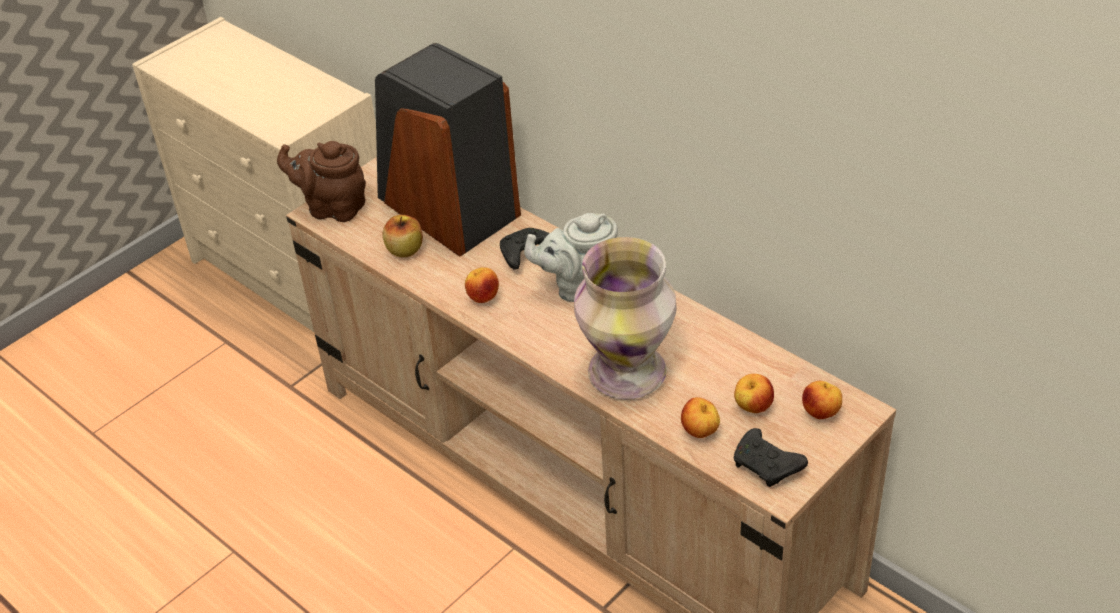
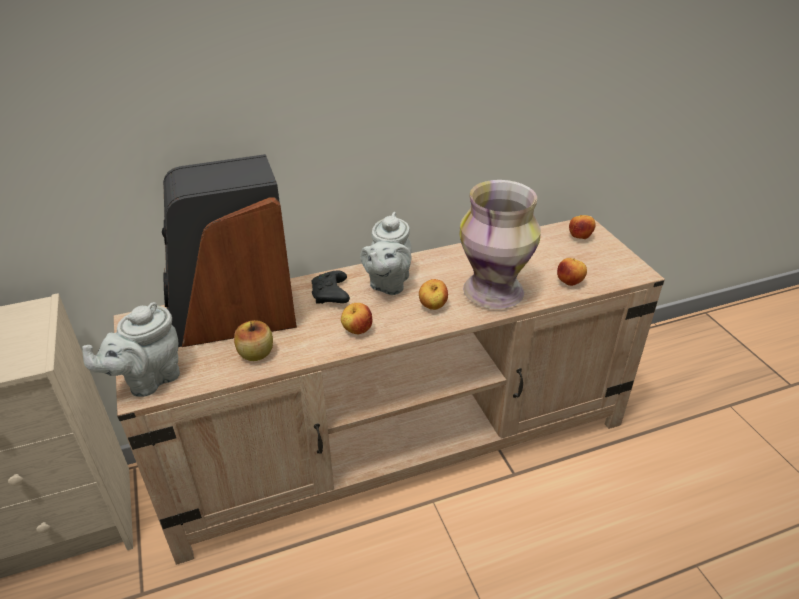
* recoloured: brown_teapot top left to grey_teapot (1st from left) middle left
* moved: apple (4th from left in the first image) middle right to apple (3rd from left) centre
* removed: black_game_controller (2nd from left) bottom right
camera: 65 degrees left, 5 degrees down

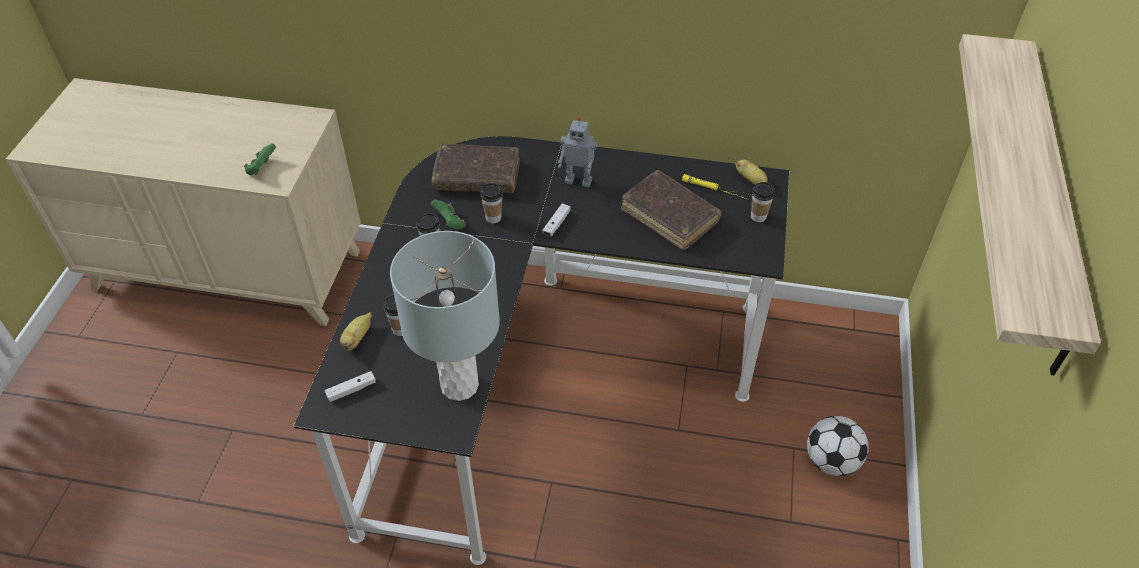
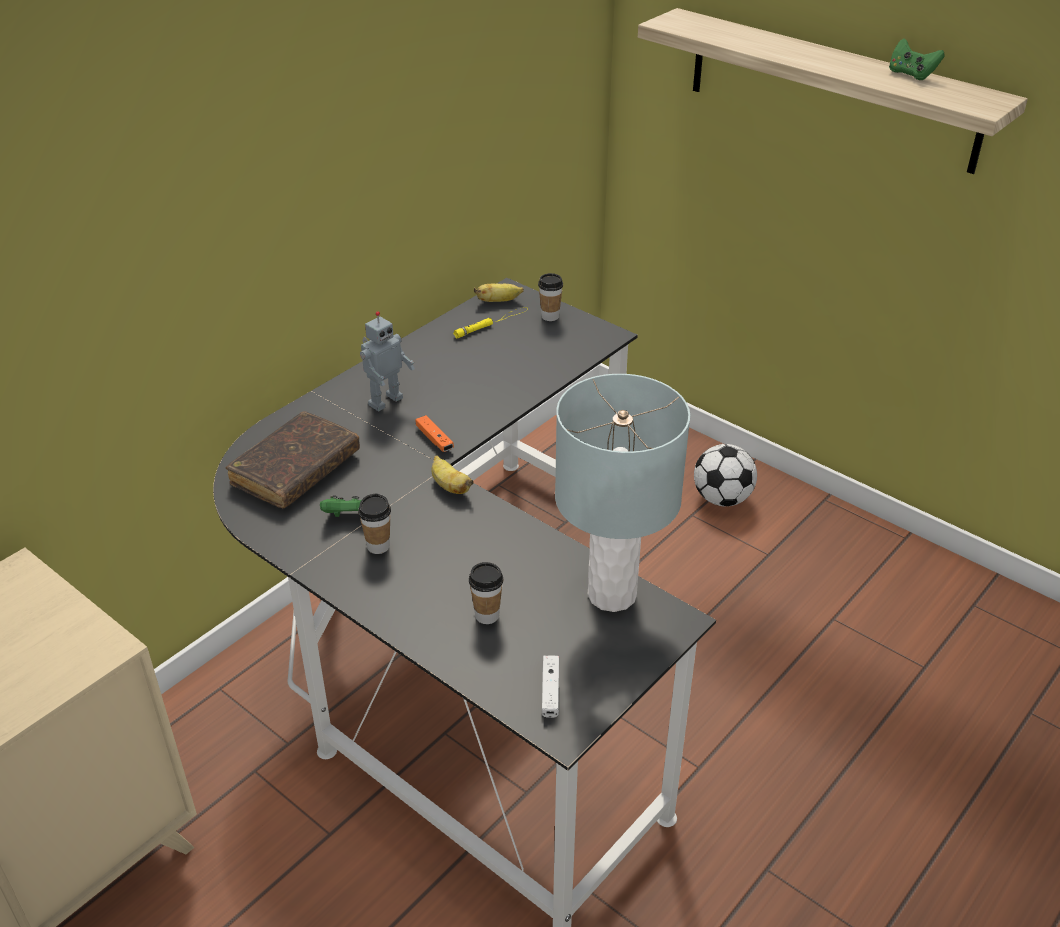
* recoloured: white_game_controller (2nd from left) centre to orange_game_controller centre
* moved: banana (1st from left) middle left to centre
* moved: green_game_controller (1st from left in the first image) top left to green_game_controller (2nd from left) top right
* removed: cup (3rd from left) centre
* removed: brown_book (2nd from left) centre
camera: 60 degrees left, 10 degrees down

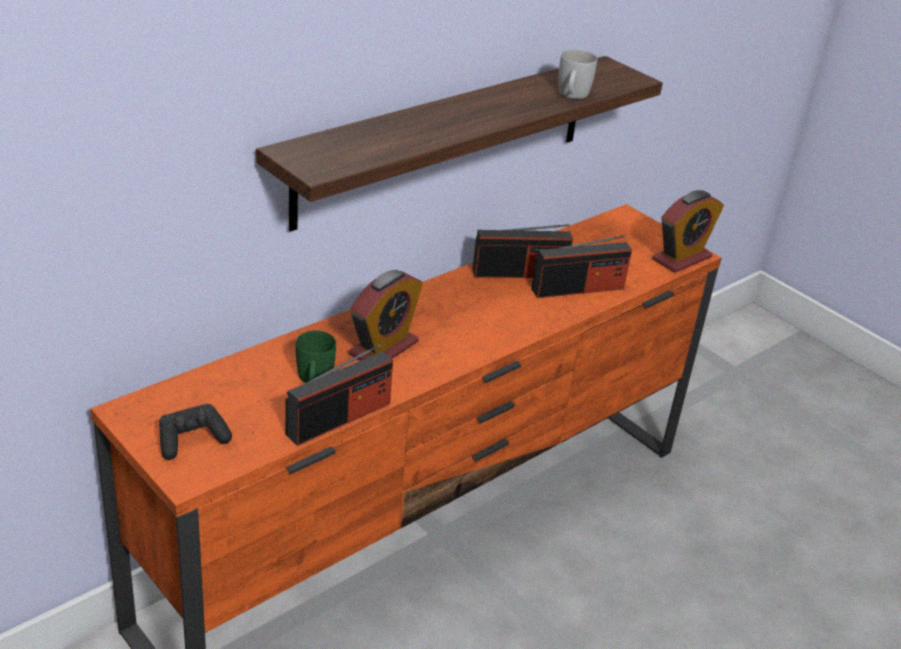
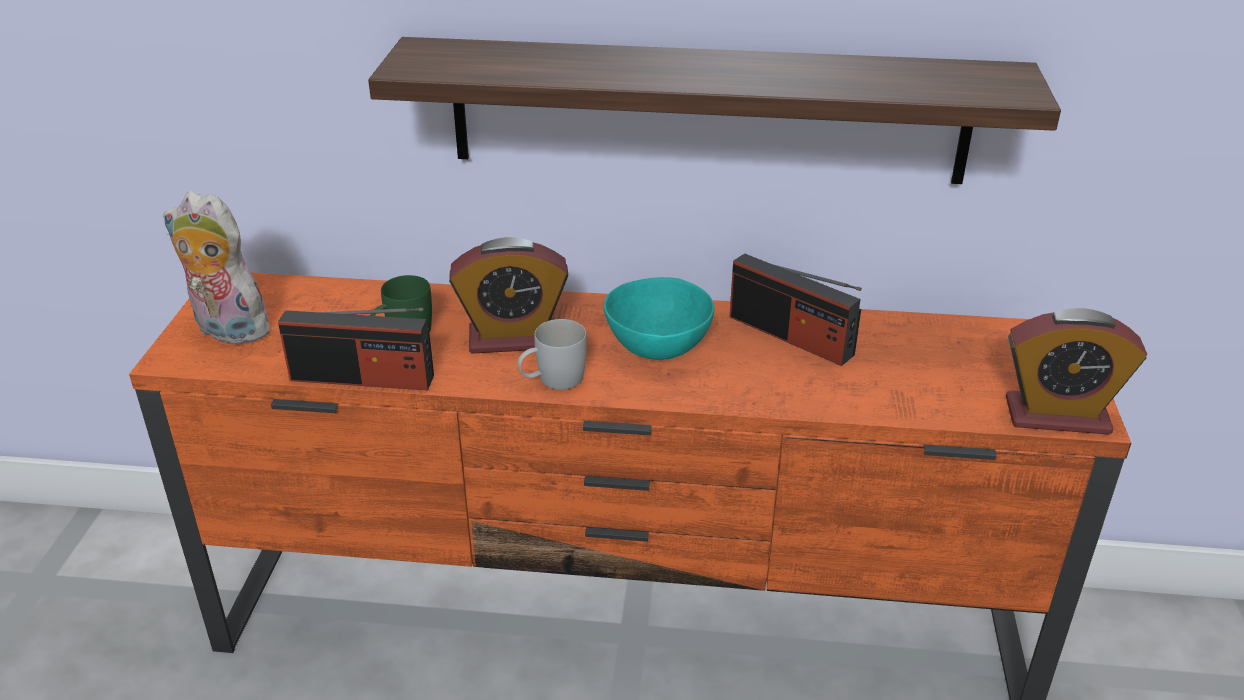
* replaced: black_game_controller middle left to plush_toy middle left
* moved: white_mug top centre to centre
* added: turquoise_bowl centre
* removed: radio (3rd from left) centre
camera: 50 degrees right, 0 degrees up

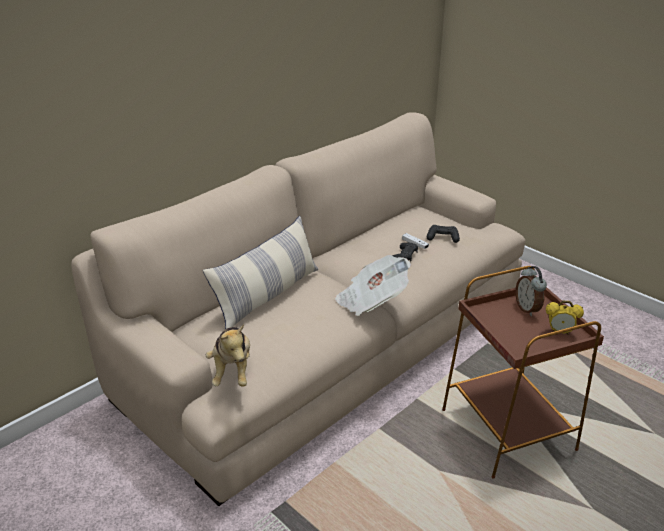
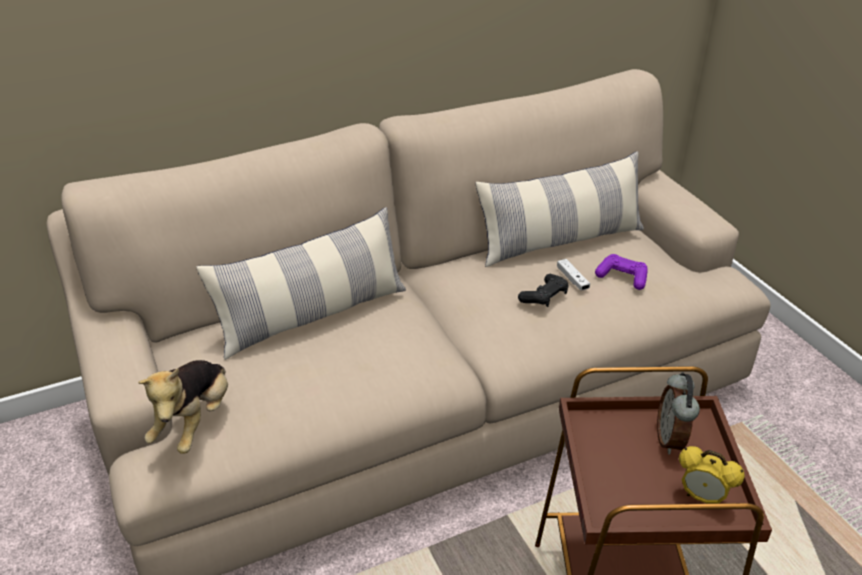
* added: pillow (2nd from left) centre
* recoloured: black_game_controller (2nd from left) middle right to purple_game_controller middle right
* removed: newspaper centre
camera: 20 degrees right, 5 degrees up

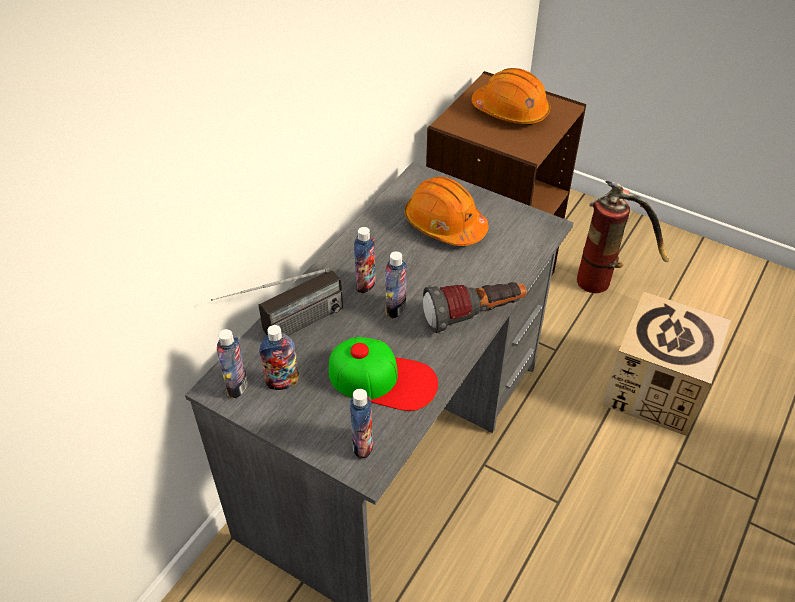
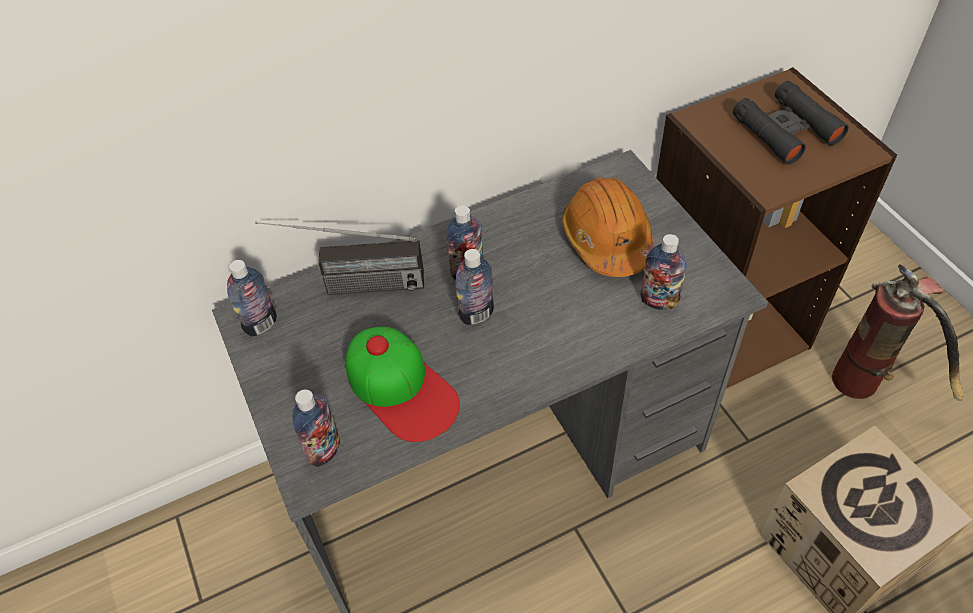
* moved: bottle (2nd from left in the first image) centre to bottle (5th from left) middle right
* replaced: orange_hard_hat (2nd from left) top centre to black_binoculars top right
* removed: flashlight centre
camera: 35 degrees right, 5 degrees up

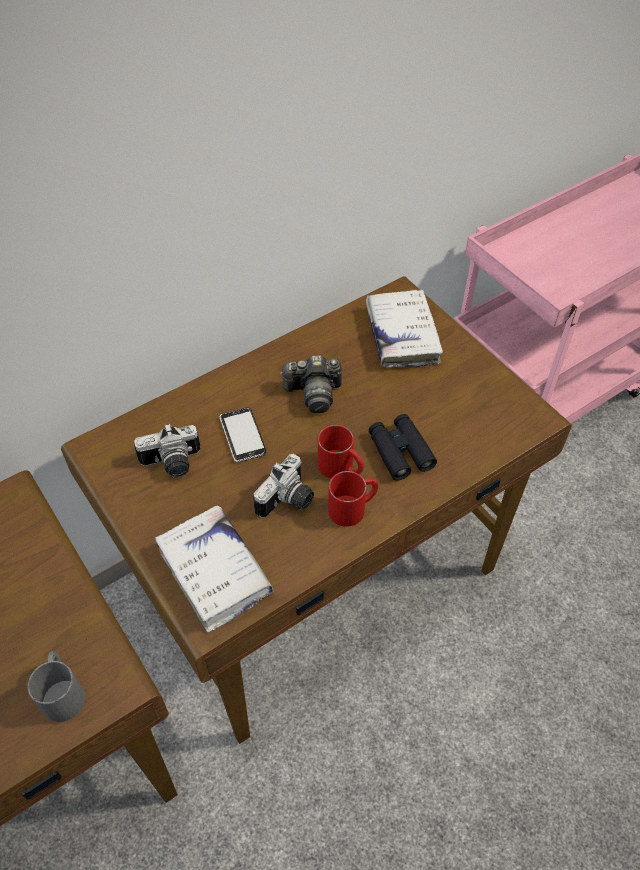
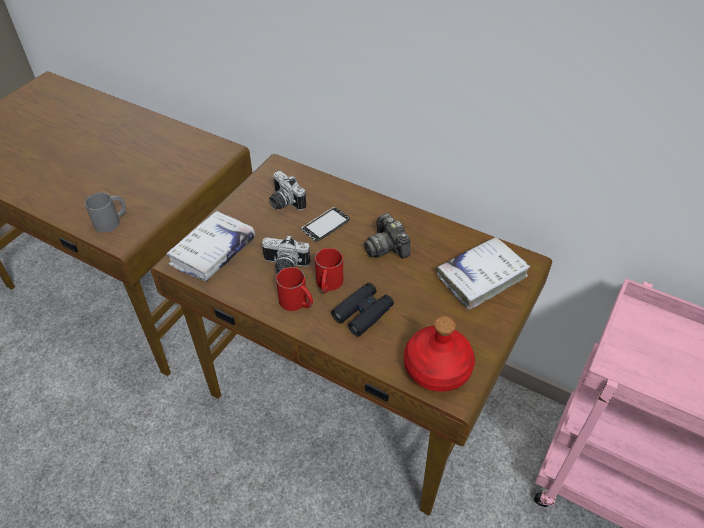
* added: red_bottle bottom centre
camera: 65 degrees right, 5 degrees down

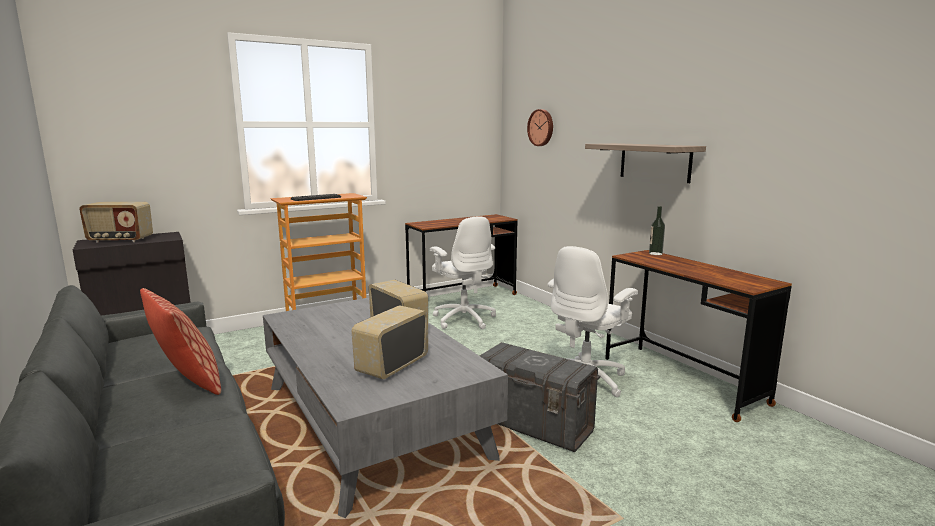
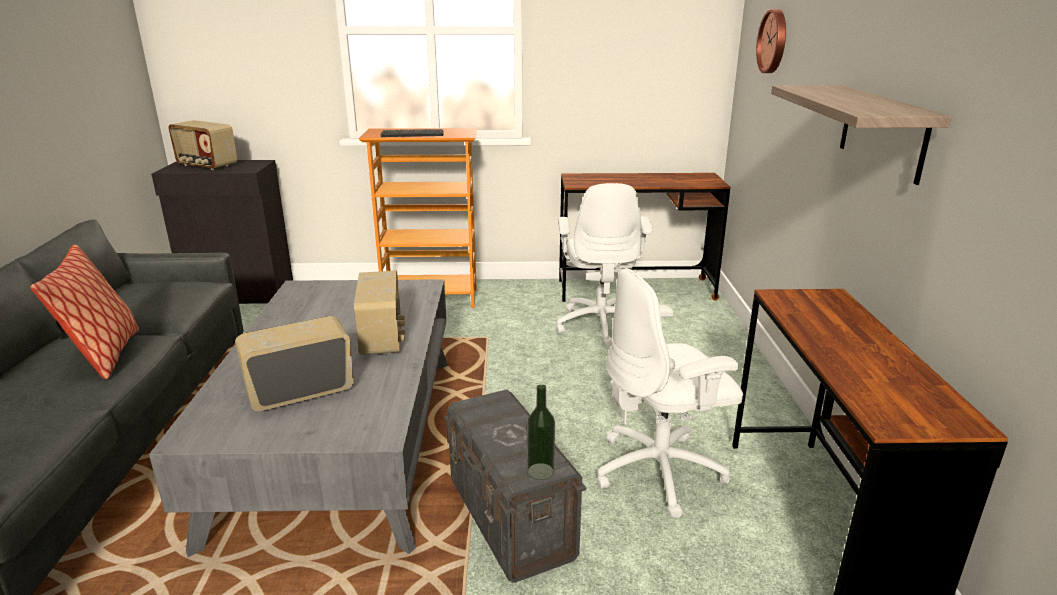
* moved: bottle middle right to bottom centre
camera: 30 degrees right, 10 degrees up

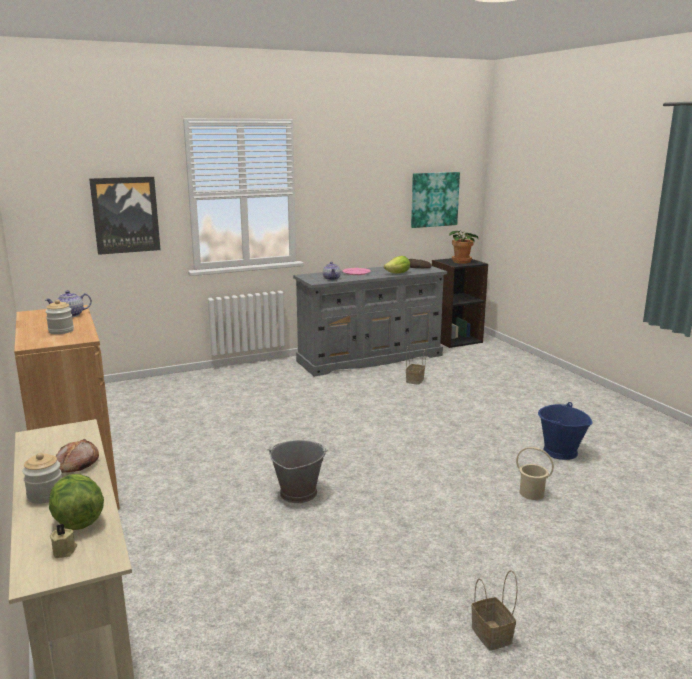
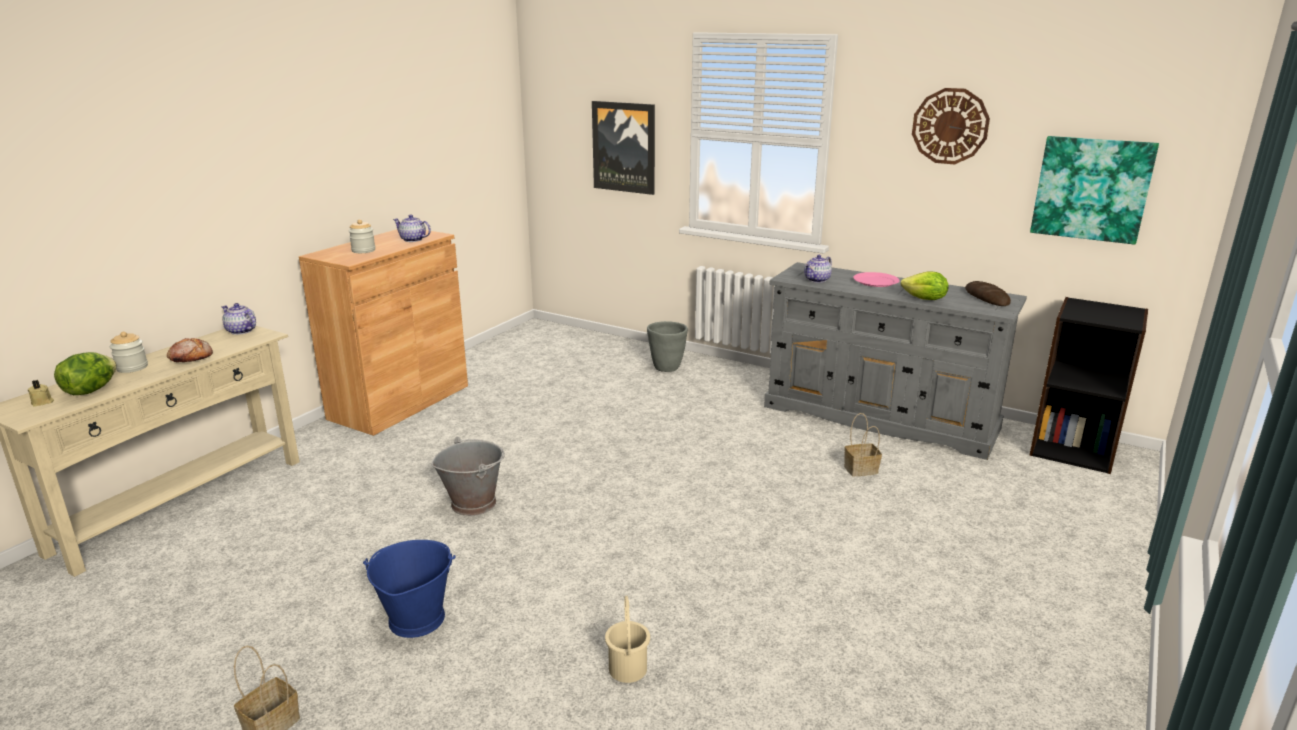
* added: teapot (1st from left) middle left
* moved: blue_bucket middle right to bottom left
* added: grey_planter centre
* added: wall_clock top right
* removed: potted_plant middle right
camera: 55 degrees right, 5 degrees up

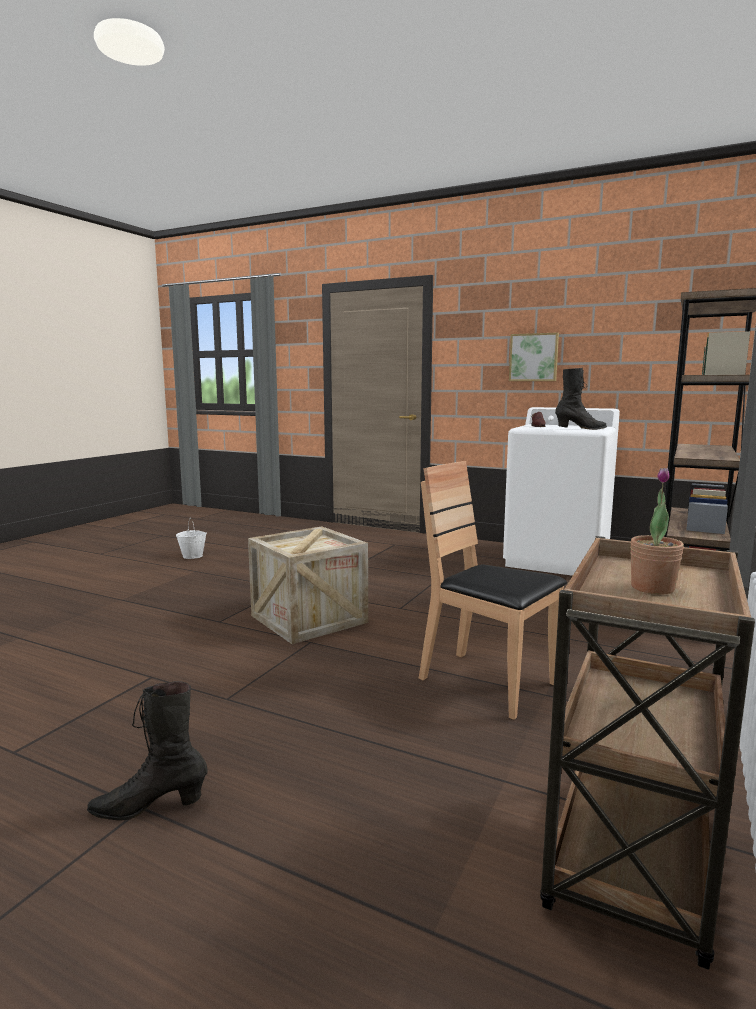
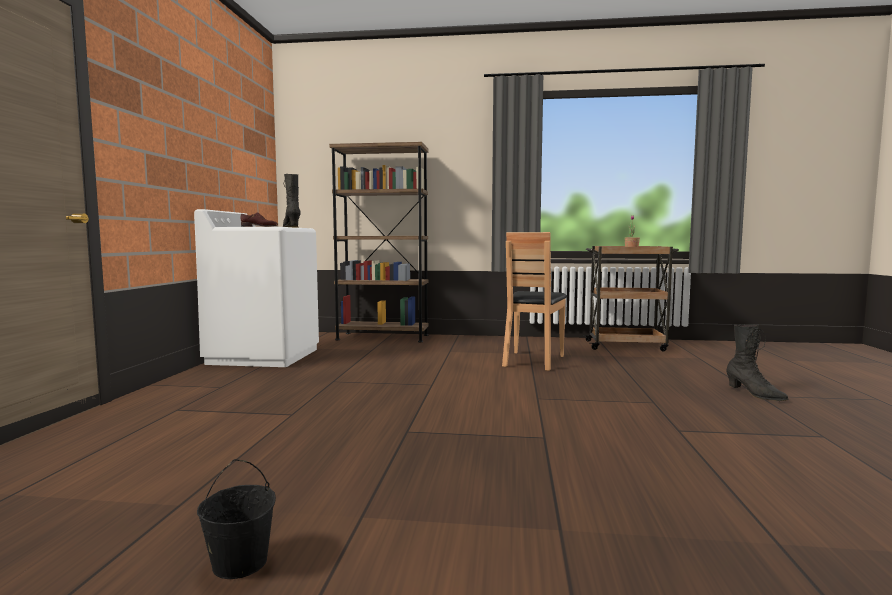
* recoloured: white_bucket middle left to black_bucket bottom left
* removed: crate centre
* removed: picture middle right
camera: 110 degrees left, 5 degrees down

